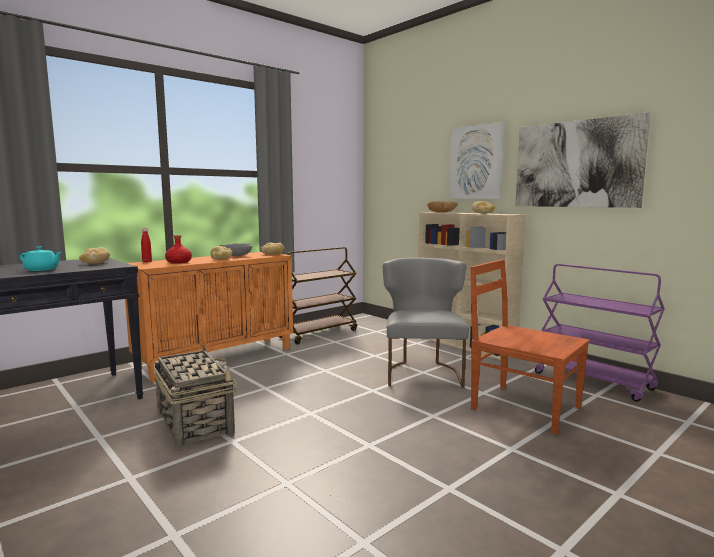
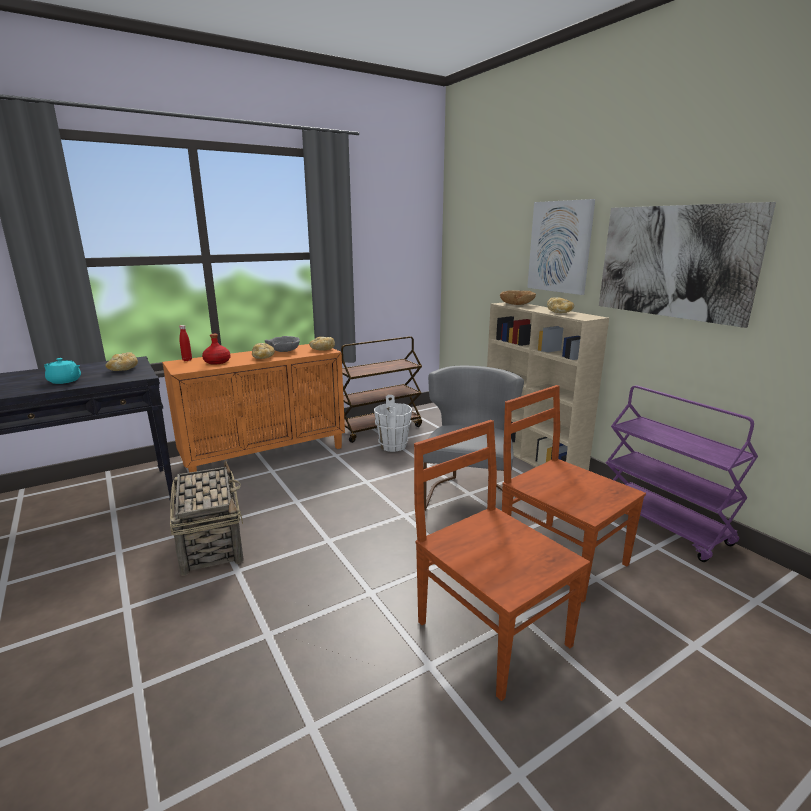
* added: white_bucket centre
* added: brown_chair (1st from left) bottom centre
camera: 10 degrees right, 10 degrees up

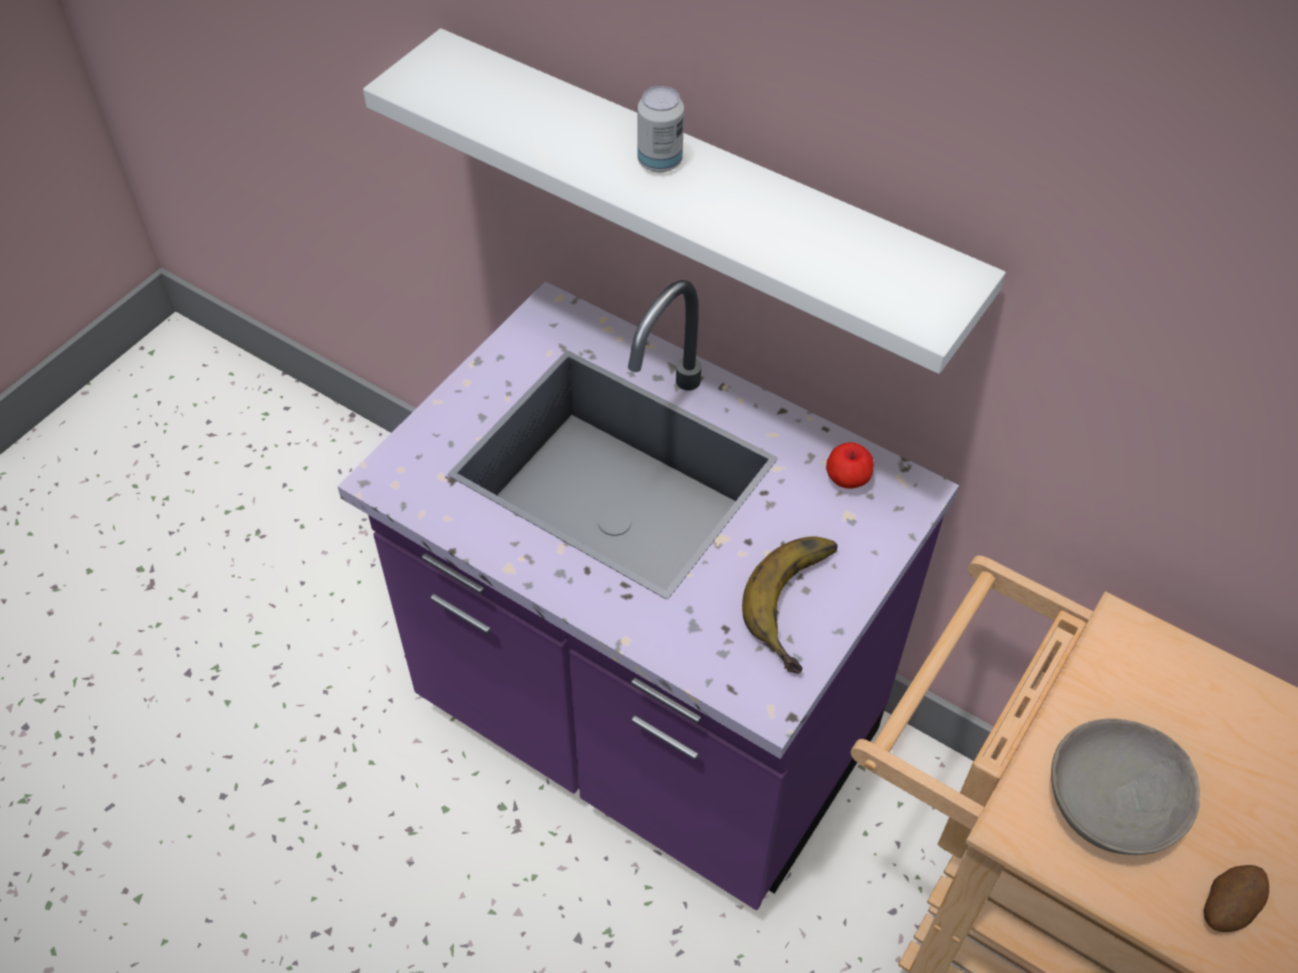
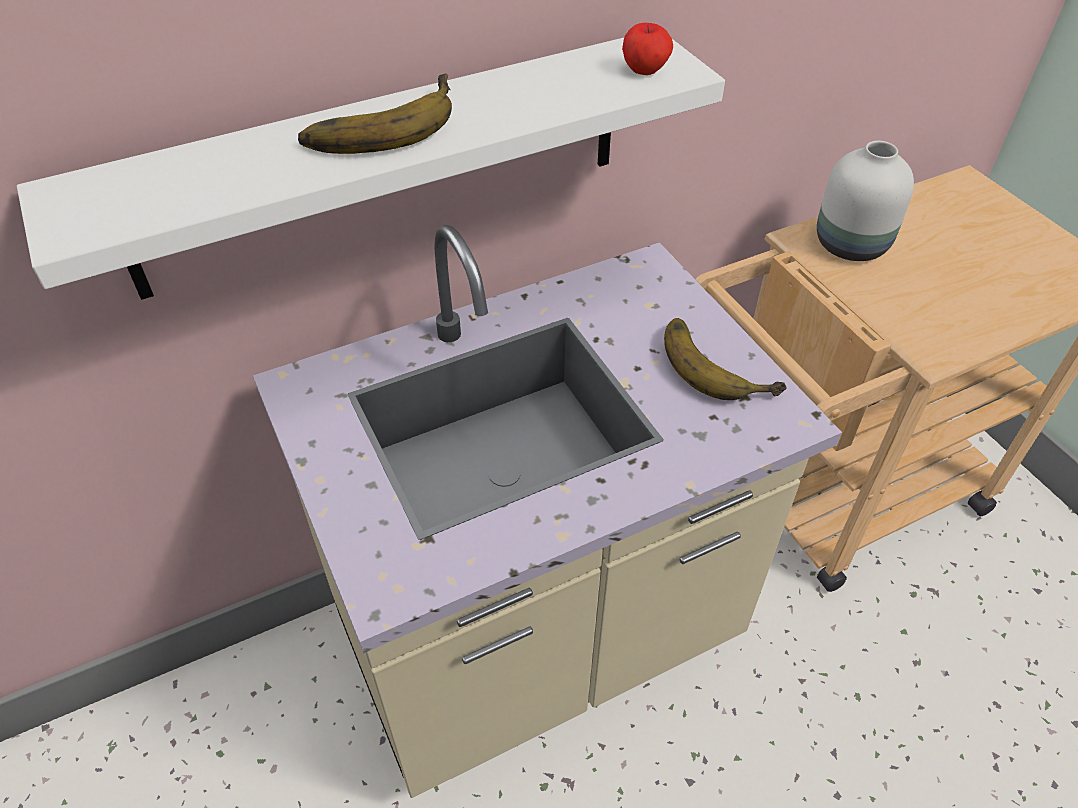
* recoloured: purple_counter centre to beige_counter centre
* replaced: can top centre to banana (1st from left) top centre
* moved: apple centre to top centre
* added: white_vase top right
* removed: grey_bowl bottom right
* removed: potato bottom right
camera: 60 degrees left, 5 degrees down

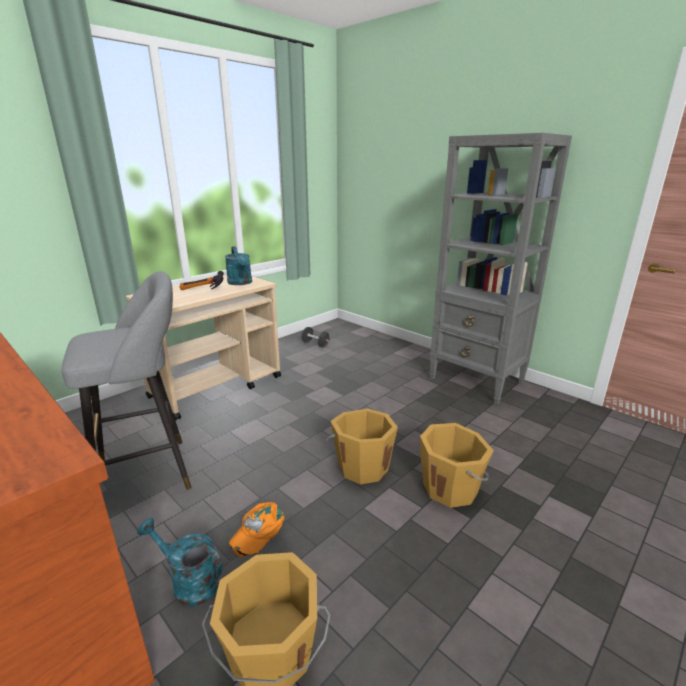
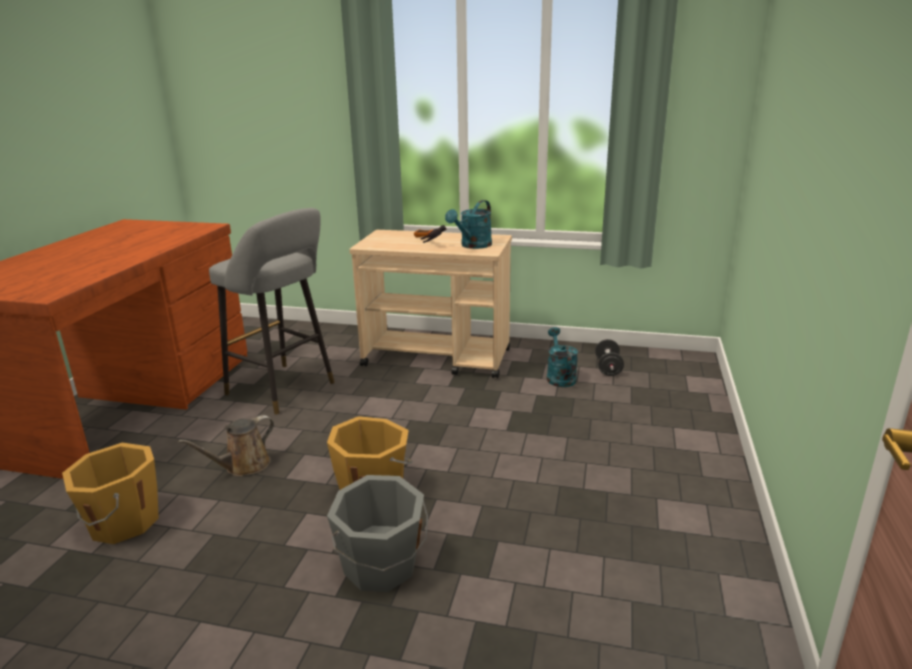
* replaced: orange_cap bottom centre to brown_watering_can middle left
* recoloured: orange_bucket (3rd from left) bottom centre to grey_bucket bottom centre
* moved: turquoise_watering_can (1st from left in the first image) bottom left to turquoise_watering_can (2nd from left) centre
* removed: grey_bookcase middle right
camera: 60 degrees right, 0 degrees up

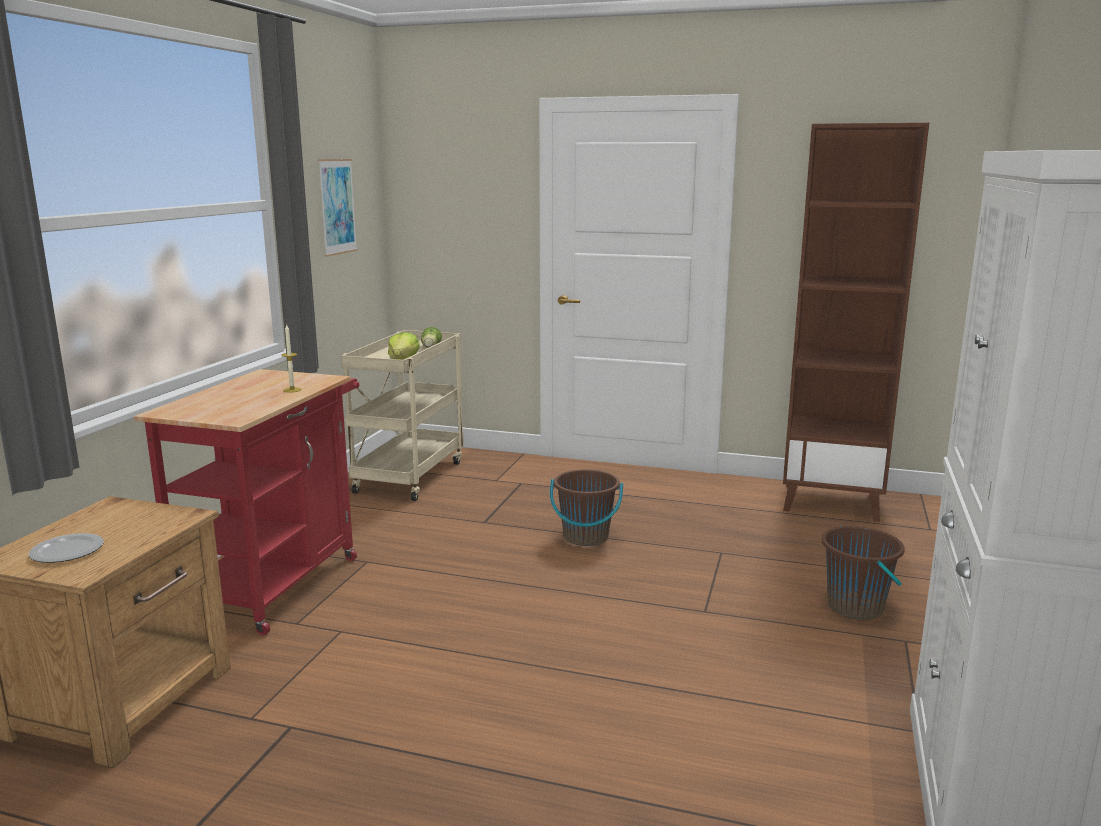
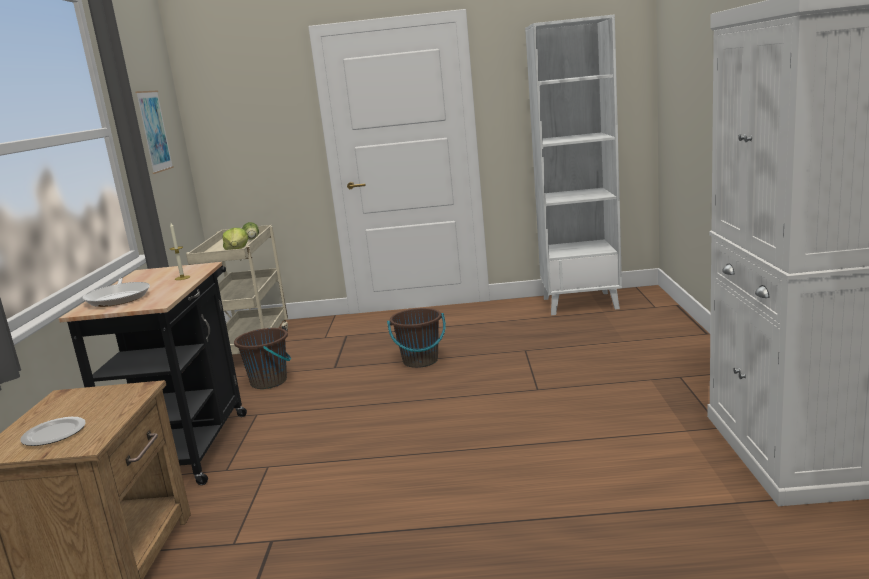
* recoloured: red_cart middle left to black_cart middle left
* added: frying_pan middle left
* moved: brown_bucket (2nd from left in the first image) bottom right to brown_bucket (1st from left) middle left
* recoloured: brown_bookcase middle right to white_bookcase top centre
camera: 15 degrees left, 0 degrees up

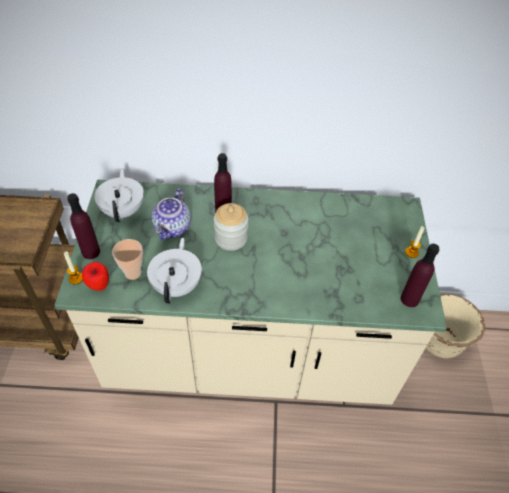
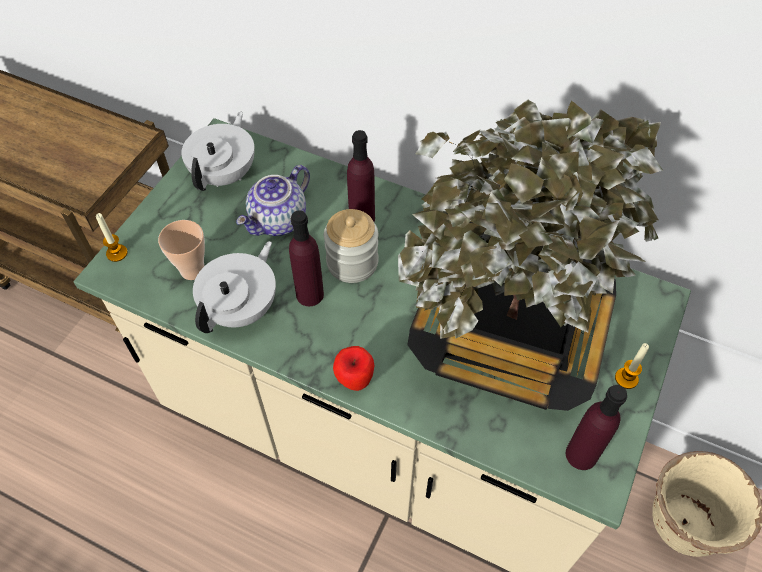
* moved: purple_bottle (1st from left) middle left to centre
* moved: apple middle left to centre
* added: potted_plant middle right
camera: 25 degrees right, 5 degrees up

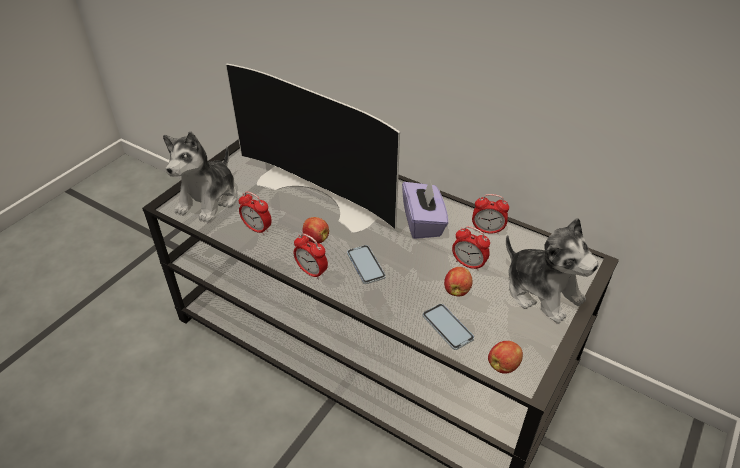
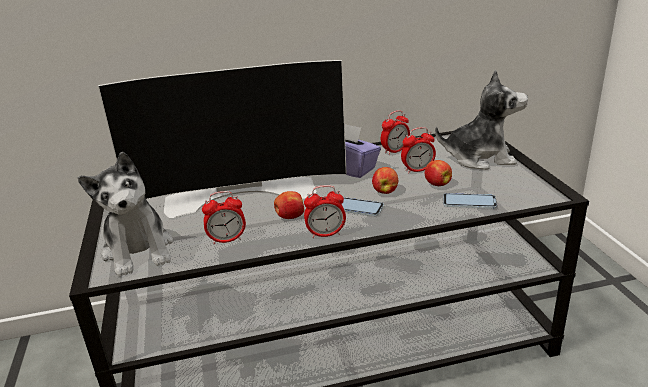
* moved: apple (3rd from left in the first image) bottom right to apple (2nd from left) centre
camera: 45 degrees left, 15 degrees down

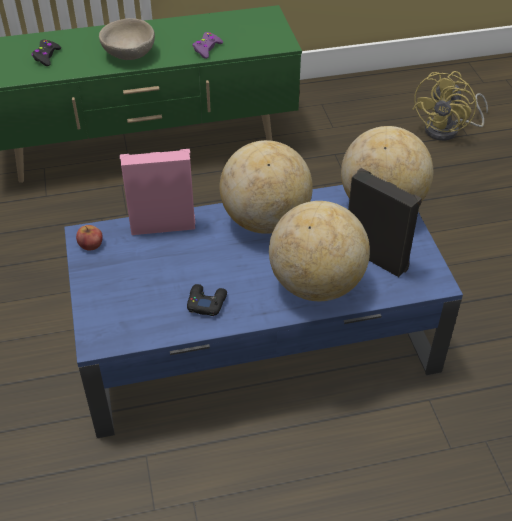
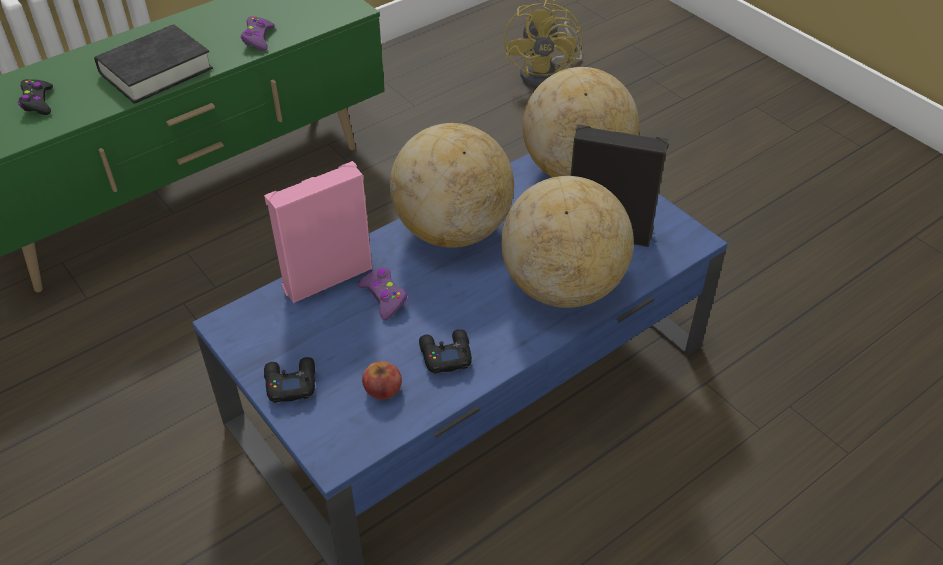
* replaced: beige_bowl top left to black_book top left
* added: black_game_controller (2nd from left) bottom left
* added: purple_game_controller (2nd from left) centre
* moved: apple middle left to bottom centre
camera: 25 degrees left, 0 degrees up

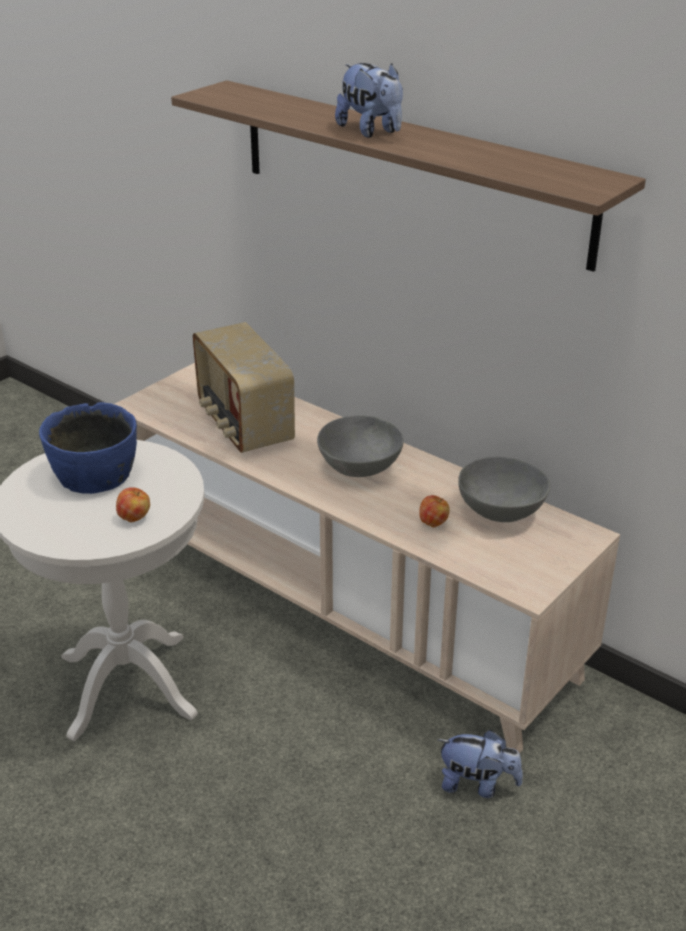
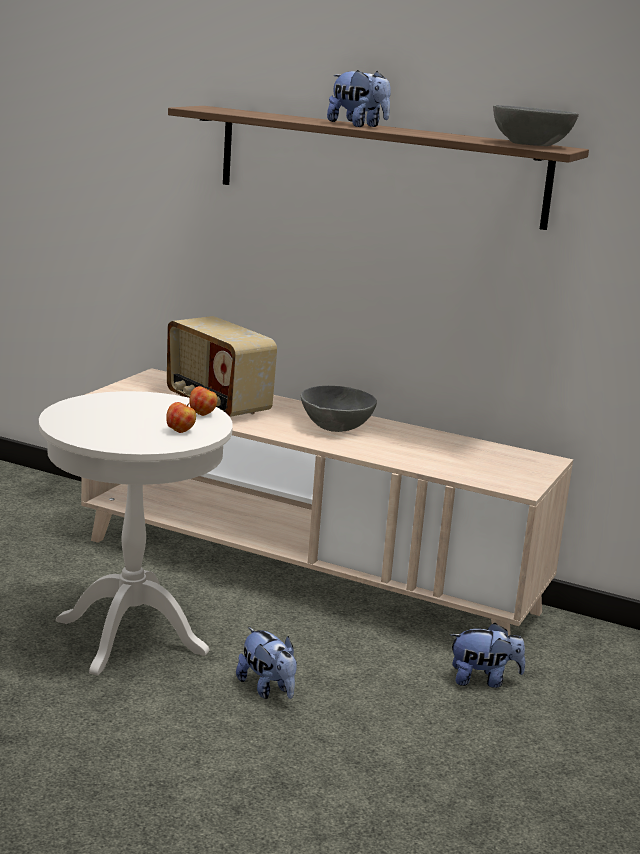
* moved: apple (2nd from left) centre to middle left
* added: plush_toy (1st from left) bottom centre
* moved: grey_bowl (2nd from left) middle right to top right
* removed: blue_bowl middle left
camera: 15 degrees left, 15 degrees down

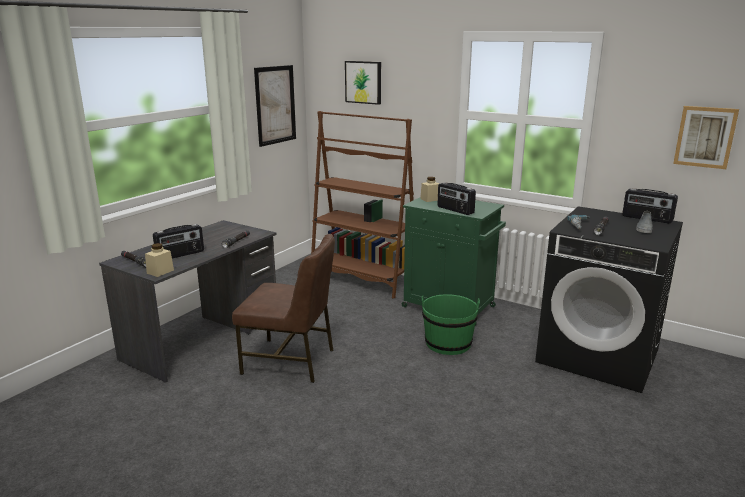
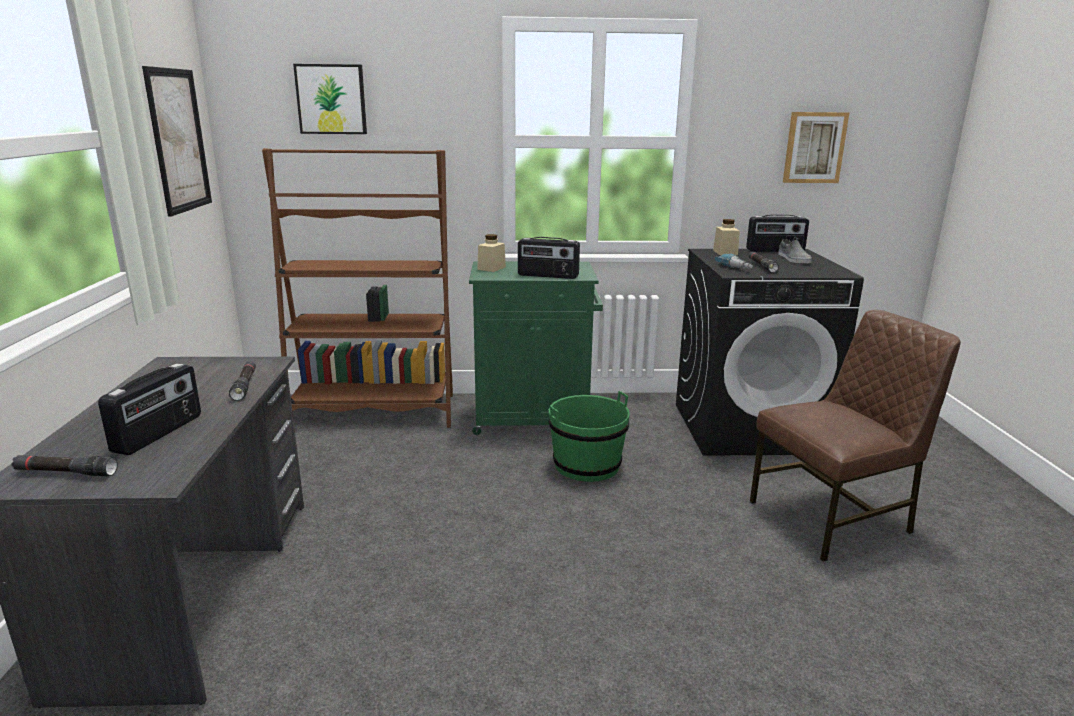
* moved: beige_jar (1st from left in the first image) middle left to beige_jar (2nd from left) top right
* moved: brown_chair centre to middle right
camera: 35 degrees left, 0 degrees up

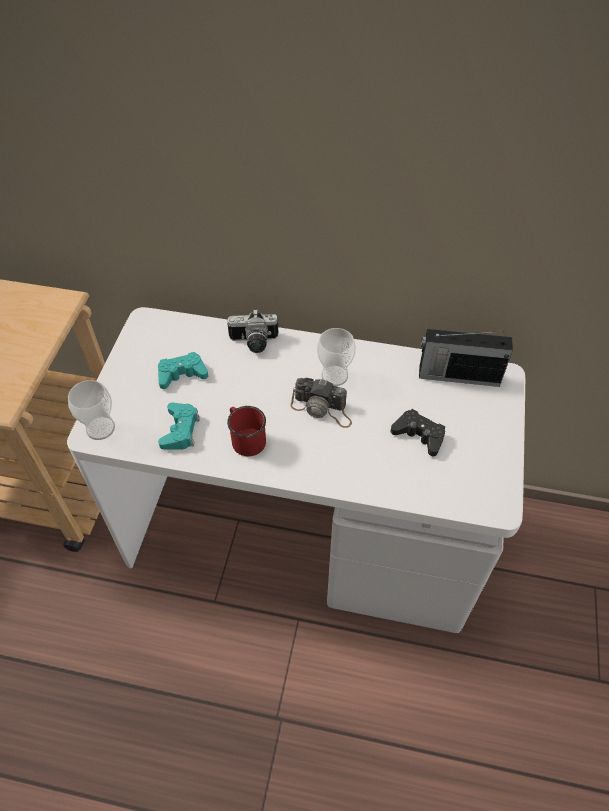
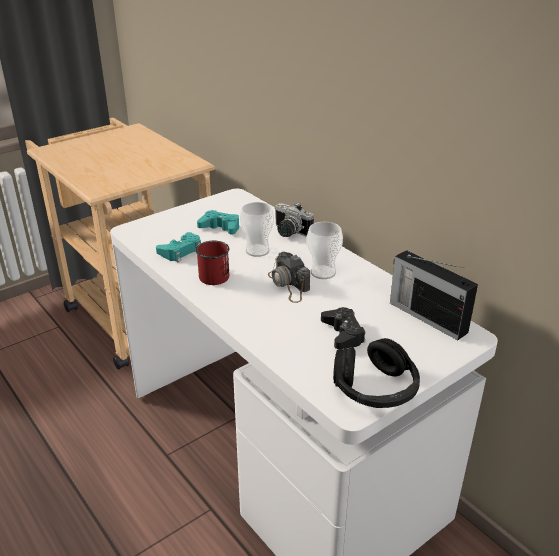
* moved: cup (1st from left) middle left to centre
* added: black_headphones bottom right
camera: 40 degrees right, 20 degrees down

